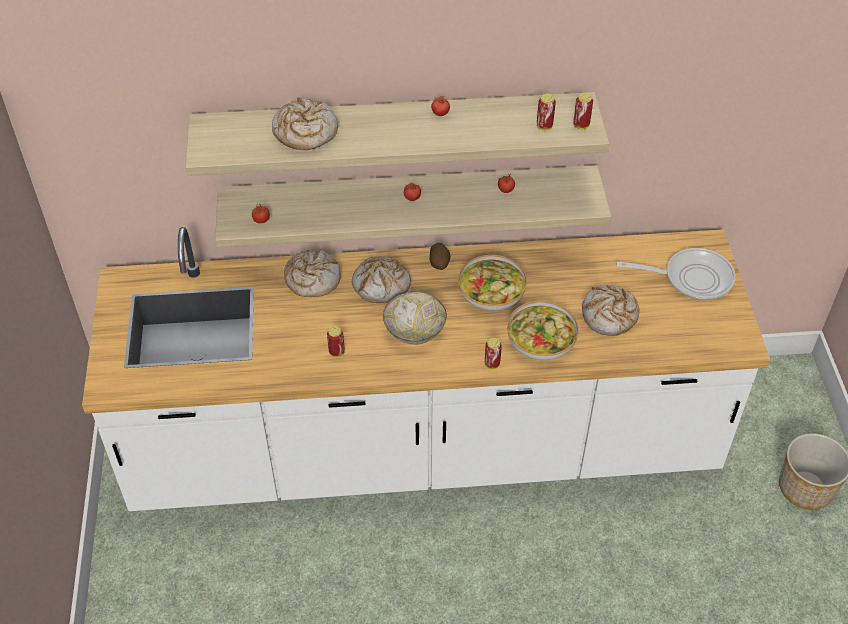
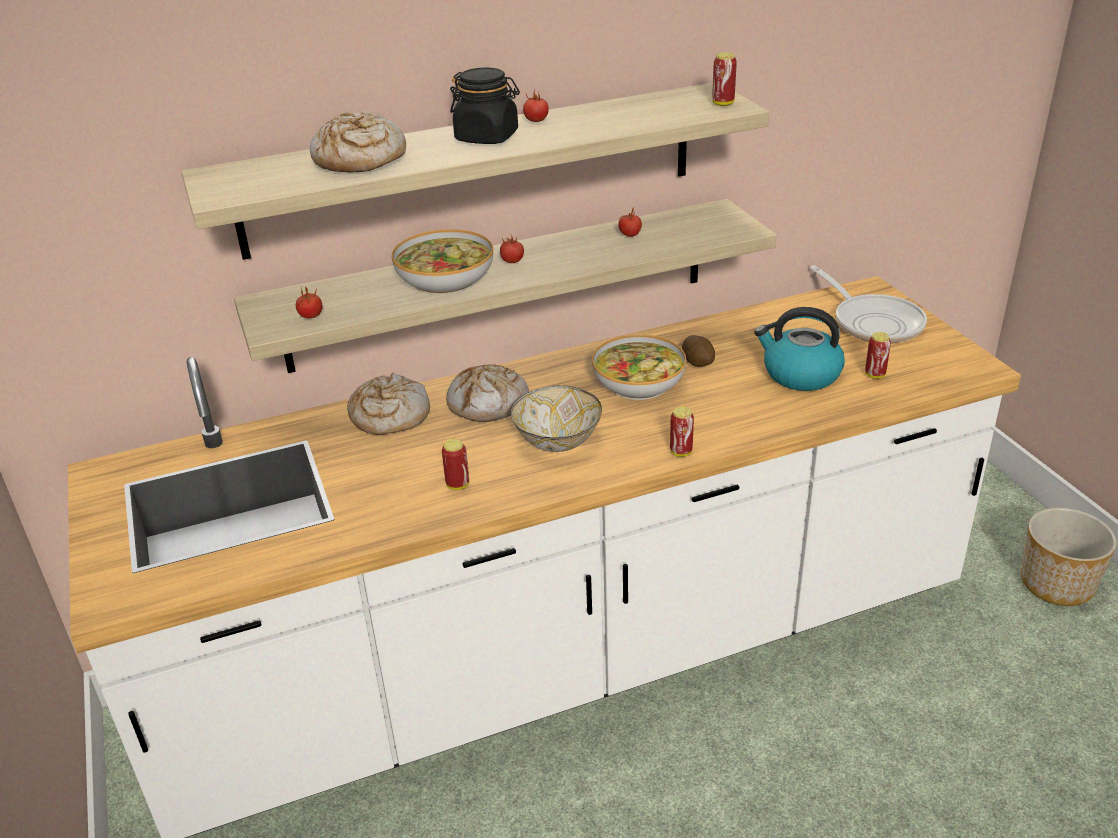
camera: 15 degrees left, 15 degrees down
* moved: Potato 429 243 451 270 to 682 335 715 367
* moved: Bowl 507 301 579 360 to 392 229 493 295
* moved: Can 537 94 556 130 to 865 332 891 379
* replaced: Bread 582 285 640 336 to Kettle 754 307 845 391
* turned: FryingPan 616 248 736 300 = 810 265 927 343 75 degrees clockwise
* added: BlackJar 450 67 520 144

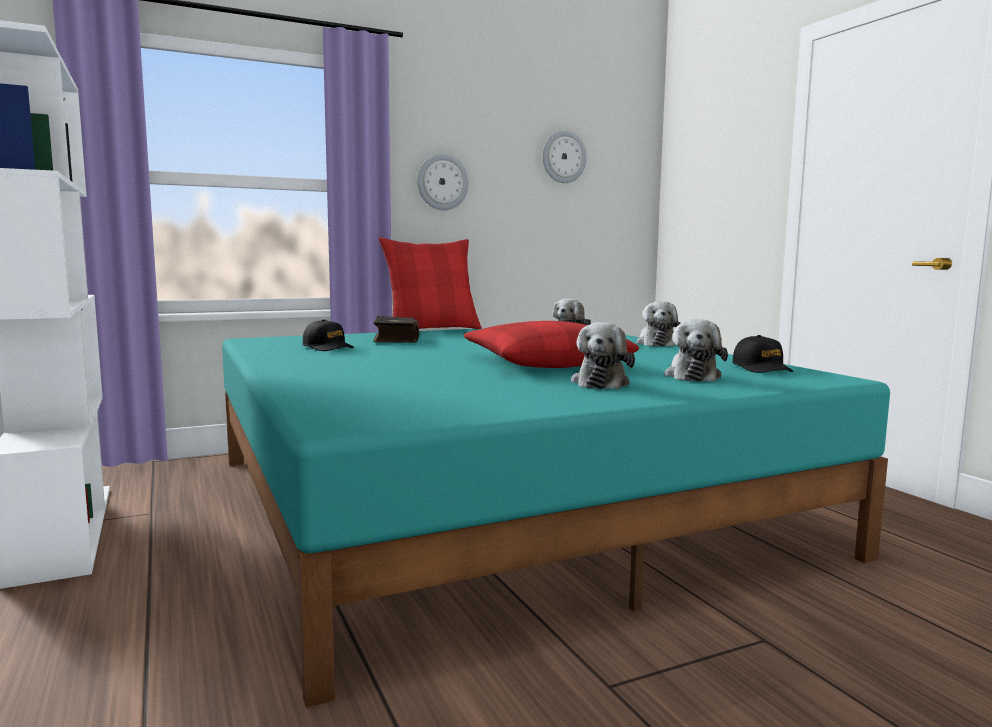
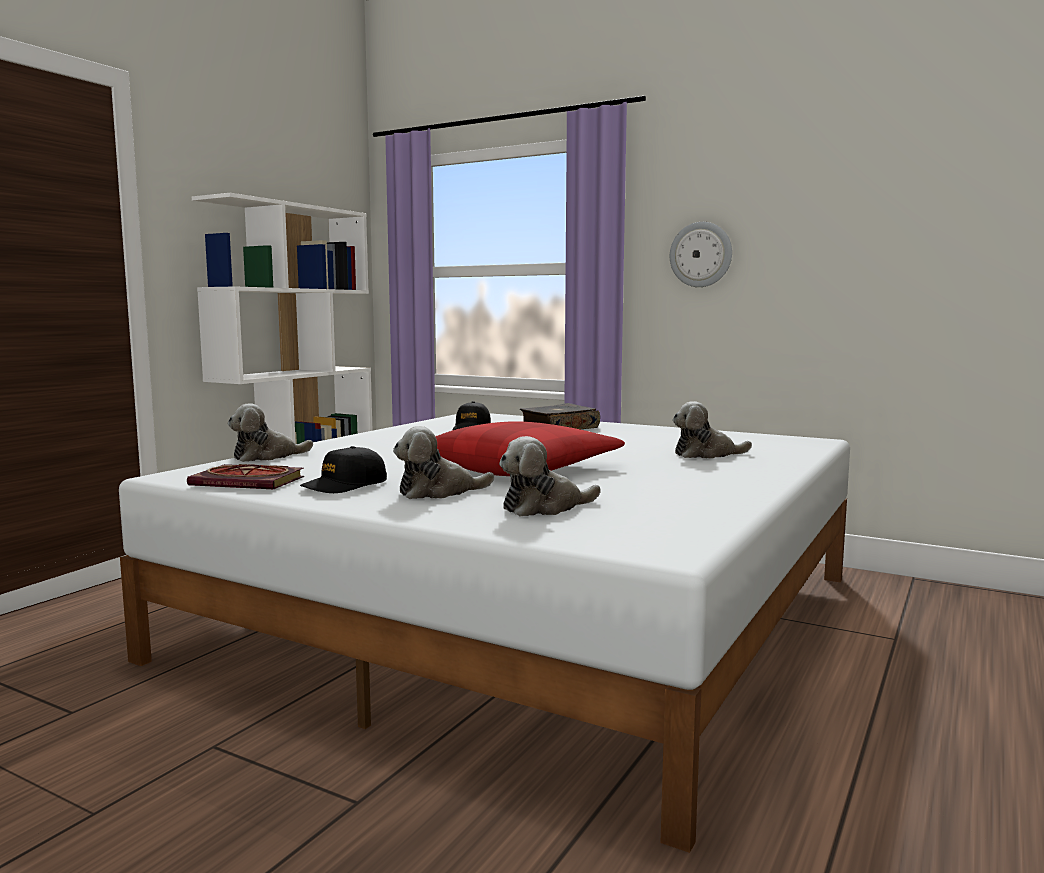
camera: 55 degrees right, 0 degrees up
* recoloured: TurquoiseBed 222 328 890 708 to WhiteBed 119 413 850 853
* removed: RedPillow 379 238 481 329
* removed: WallClock 542 131 587 183
* moved: PlushToy 636 301 681 347 to 228 403 313 462
* moved: BlackCap 732 335 793 373 to 300 446 387 493
* added: Book 187 464 304 490

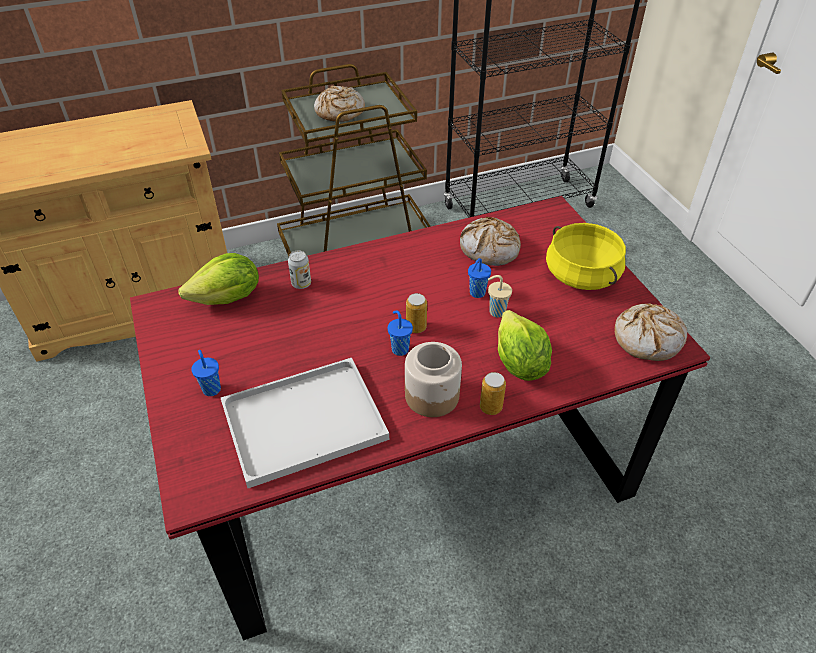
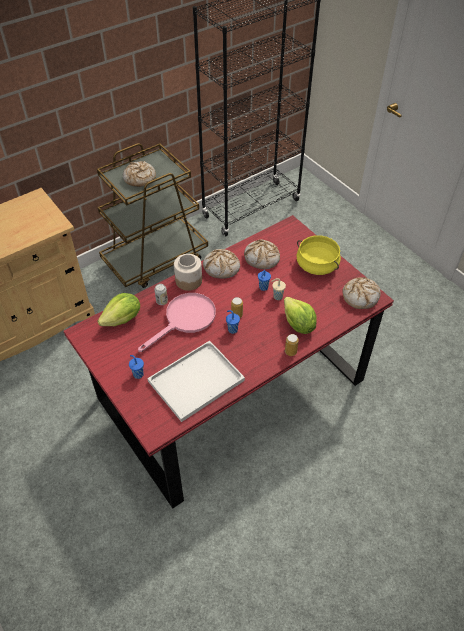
camera: 15 degrees left, 5 degrees up
* moved: Jar 405 342 462 417 to 174 254 202 291
* added: PinkFryingPan 138 293 216 352
* added: Bread 203 249 240 279

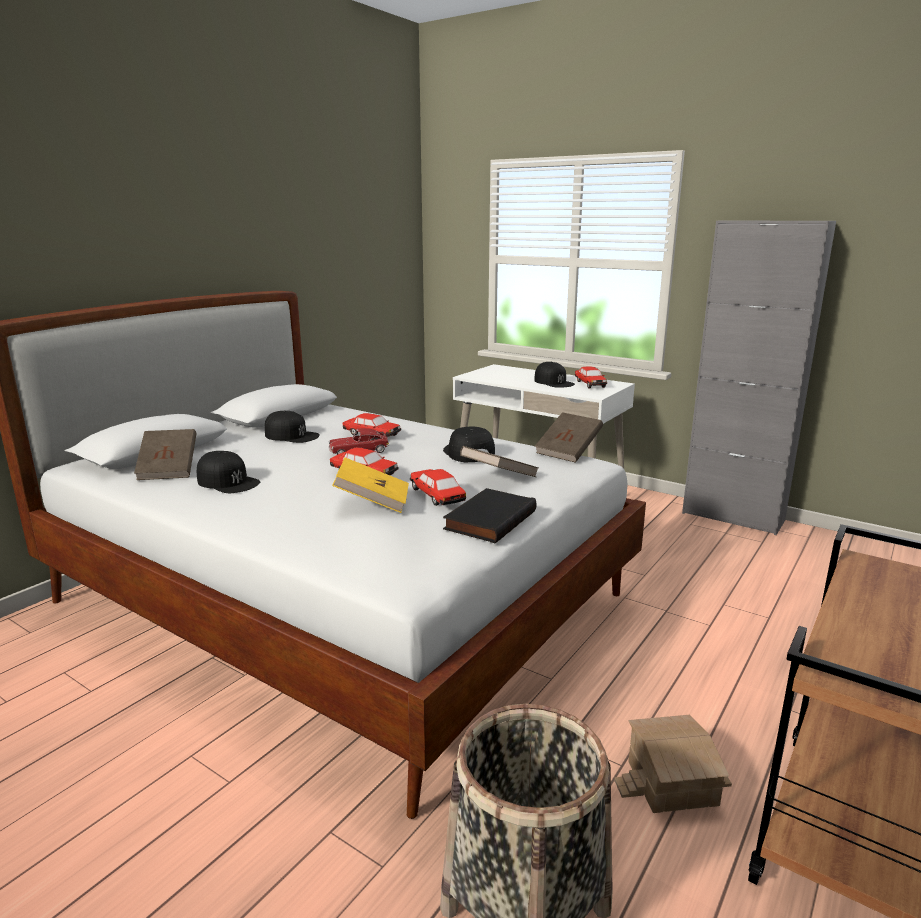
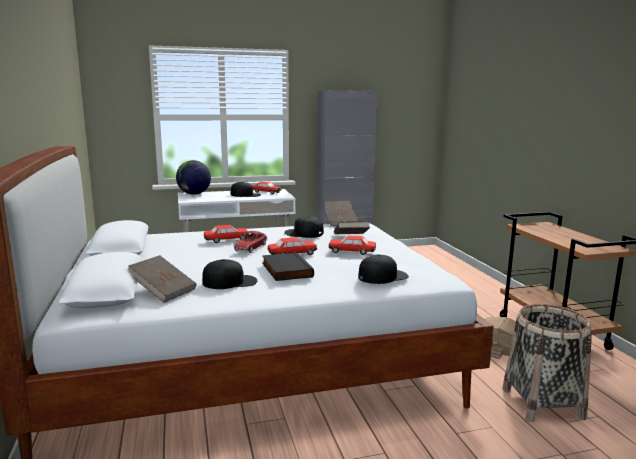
camera: 50 degrees left, 5 degrees down
* moved: BlackCap 265 411 320 443 to 358 255 409 284
* removed: YellowBook 332 457 409 513
* moved: BlackBook 443 488 537 543 to 262 252 314 281
* added: Globe 176 160 211 195

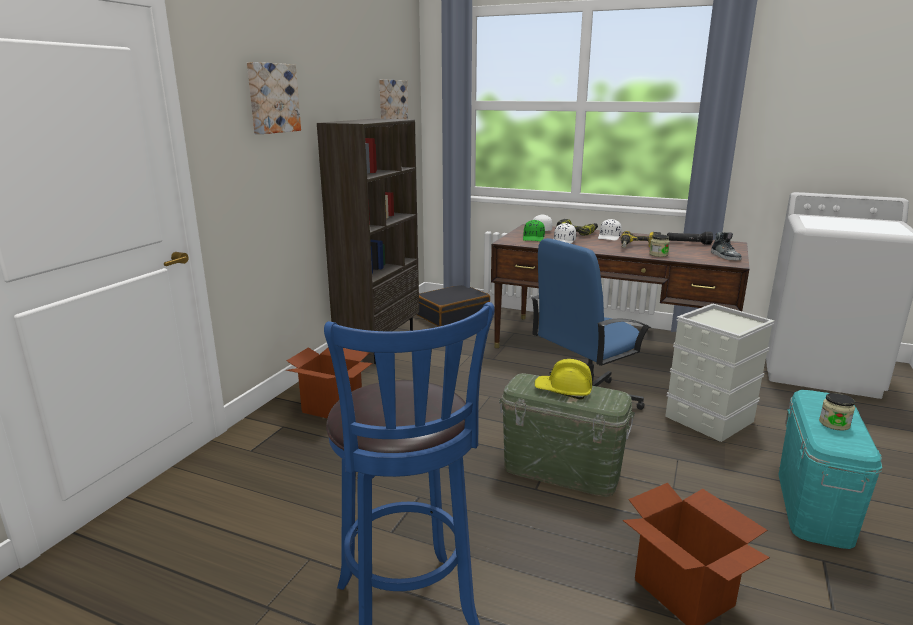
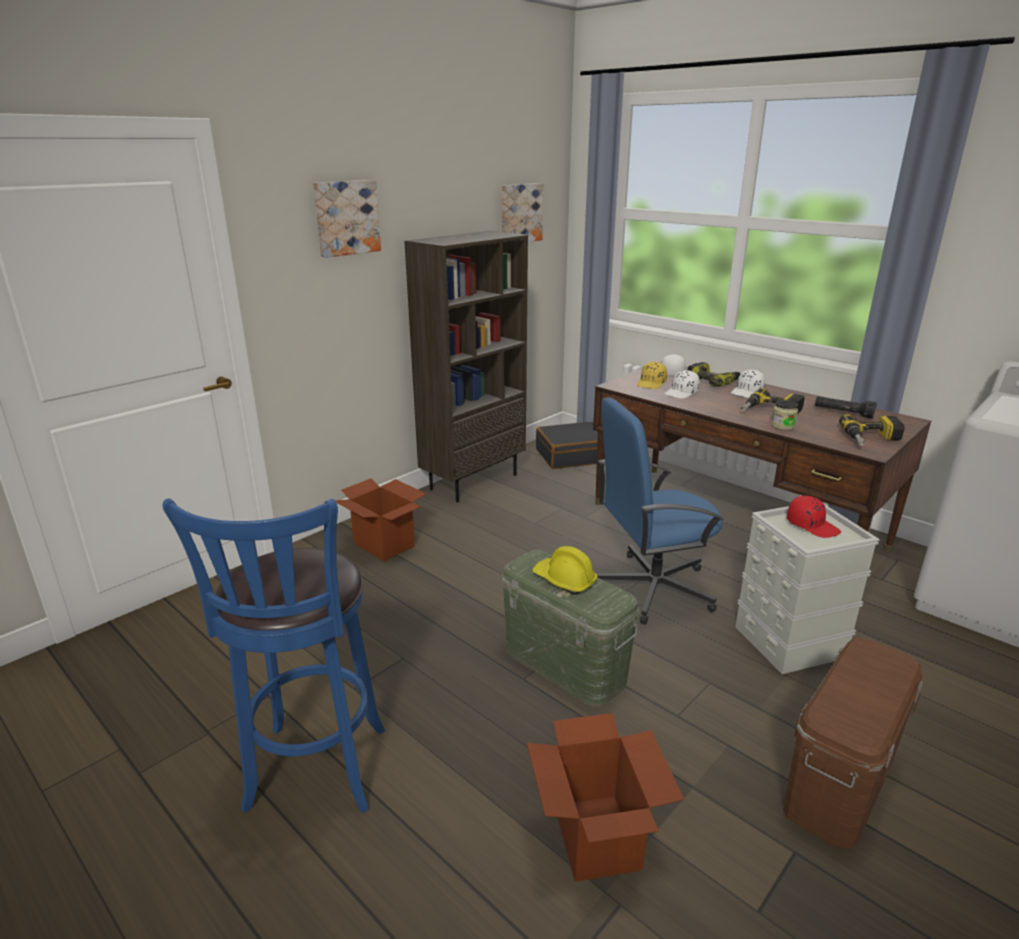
camera: 20 degrees right, 5 degrees up
* recoloured: GreenCap 523 220 545 241 to YellowCap 637 362 667 389
* replaced: Shoe 711 232 742 260 to PowerDrill 839 414 905 446
* recoloured: TurquoiseStorageBox 778 390 882 549 to BrownStorageBox 783 638 923 849
* removed: Jar 819 393 855 431
* added: RedCap 787 496 841 538

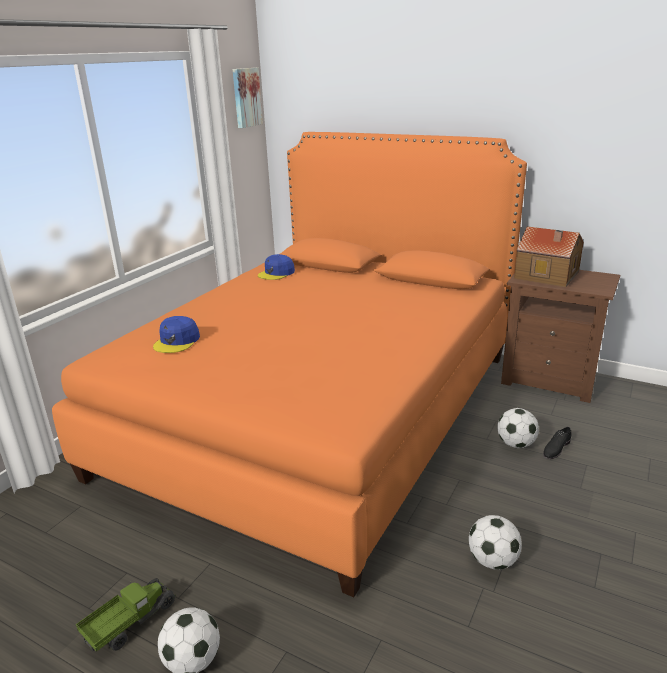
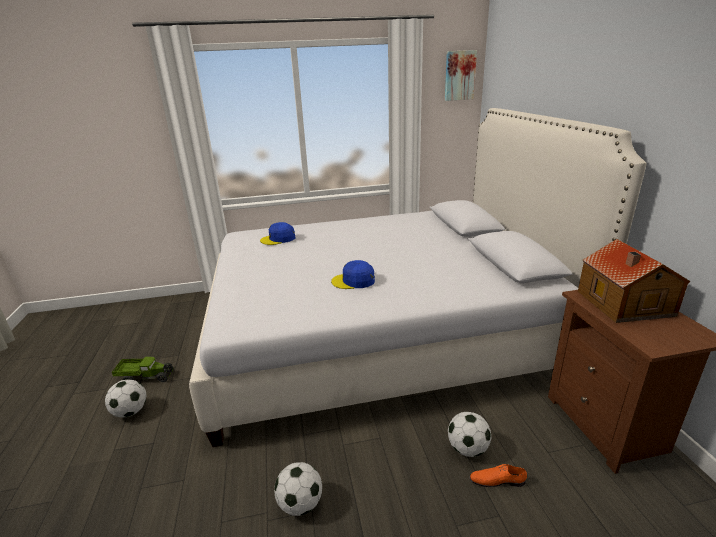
camera: 50 degrees right, 0 degrees up
* recoloured: OrangeBed 52 132 527 597 to WhiteBed 189 108 646 447
* moved: BlueCap 258 254 295 280 to 331 260 375 289
* recoloured: BlackShoe 543 427 571 459 to OrangeShoe 470 464 527 487

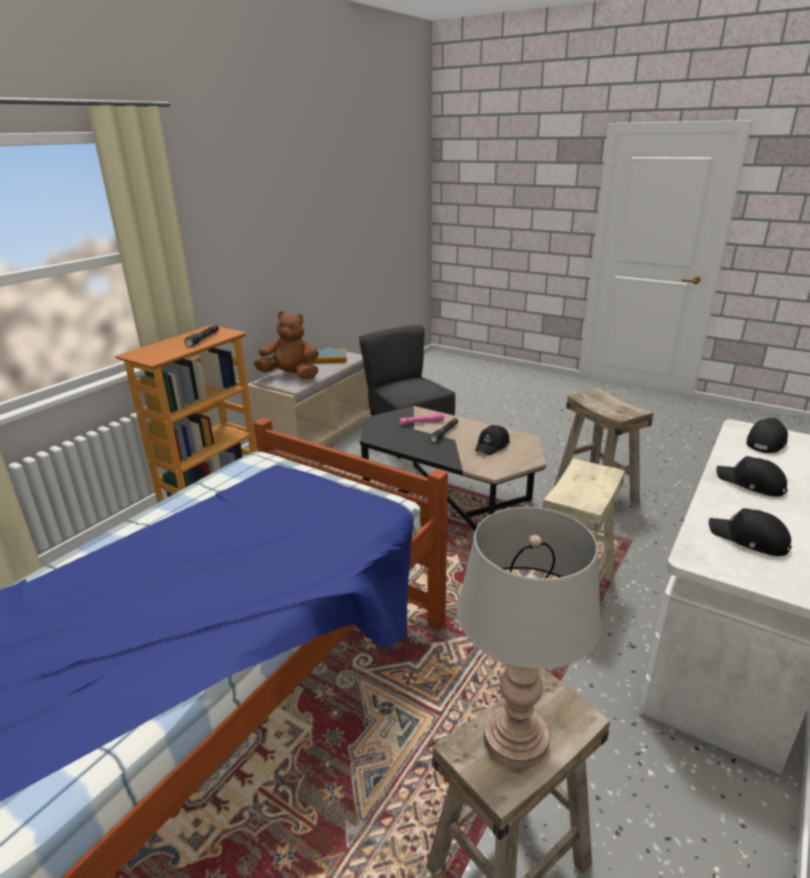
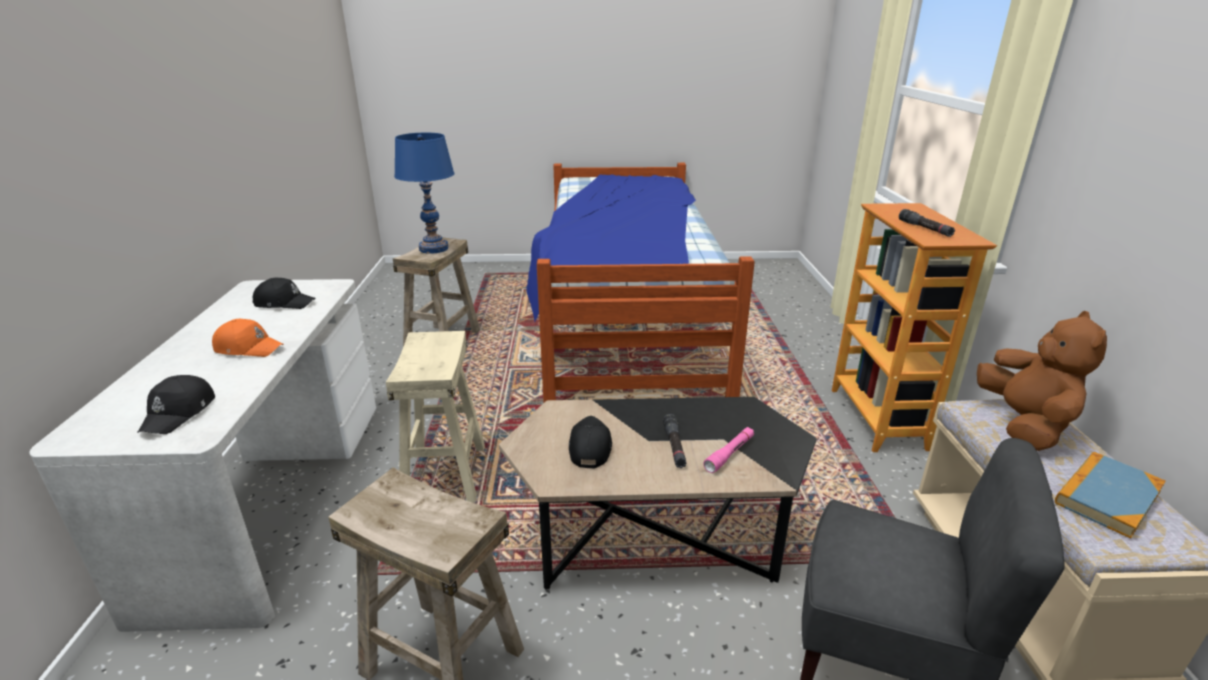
camera: 145 degrees right, 0 degrees up
* turned: BrownPlushToy 254 311 319 379 = 977 311 1107 451 60 degrees counterclockwise
* recoloured: GreyTableLamp 457 507 602 769 to BlueTableLamp 394 133 455 254
* recoloured: BlackCap 716 456 788 497 to OrangeCap 212 319 283 357

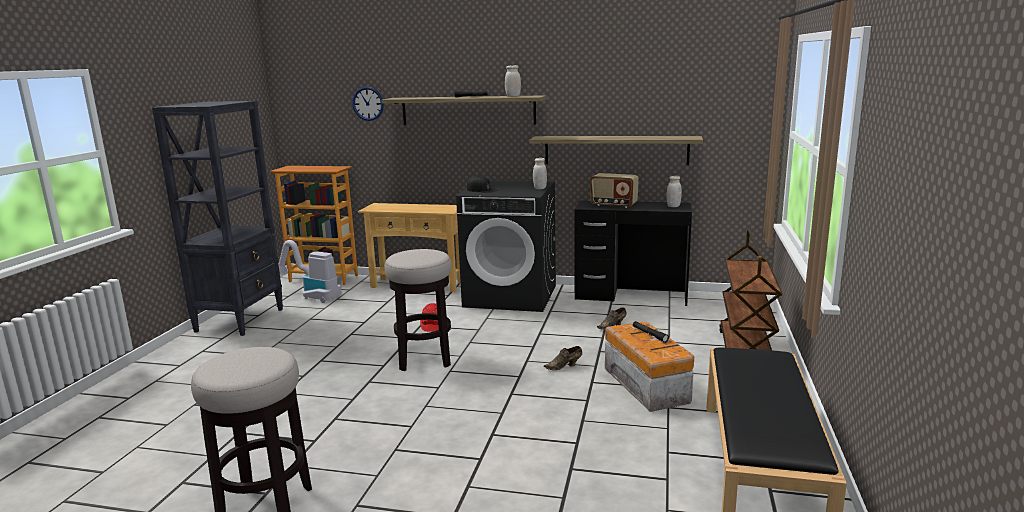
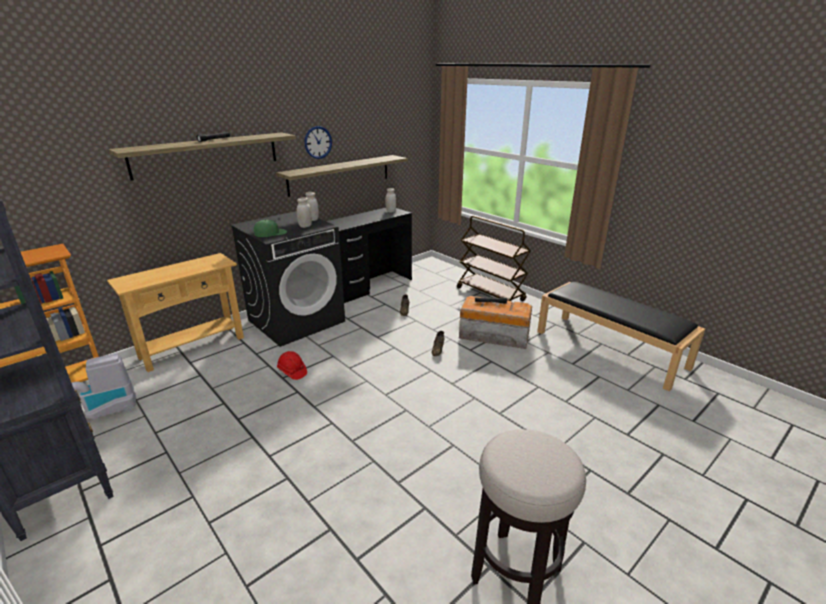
camera: 55 degrees left, 10 degrees up
* moved: WallClock 352 87 384 121 to 305 126 332 159
* removed: Stool 385 249 451 371
* recoloured: BlackCap 467 175 498 193 to GreenCap 254 220 287 237
* moved: WhiteJar 505 65 521 97 to 297 197 312 228
* removed: Radio 590 173 639 208

